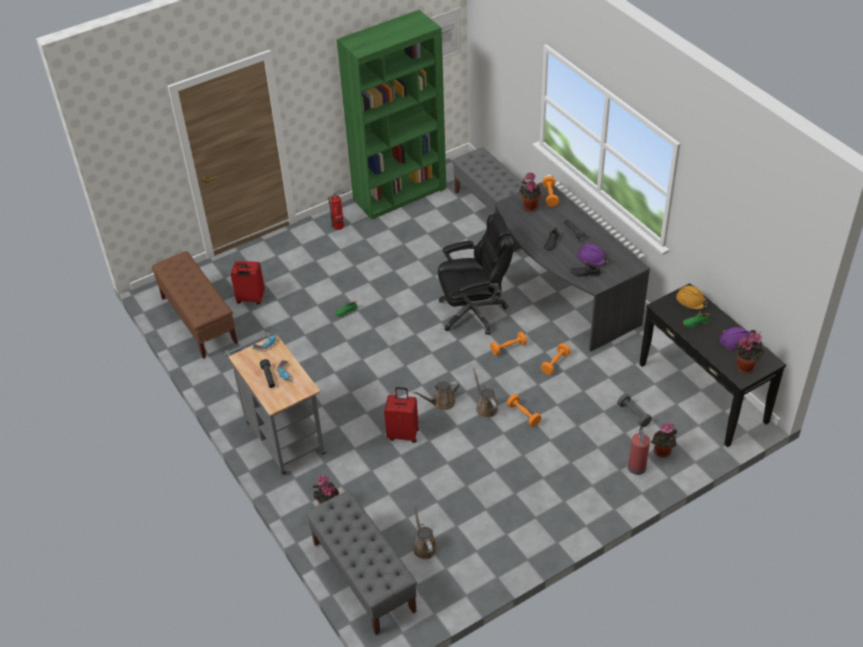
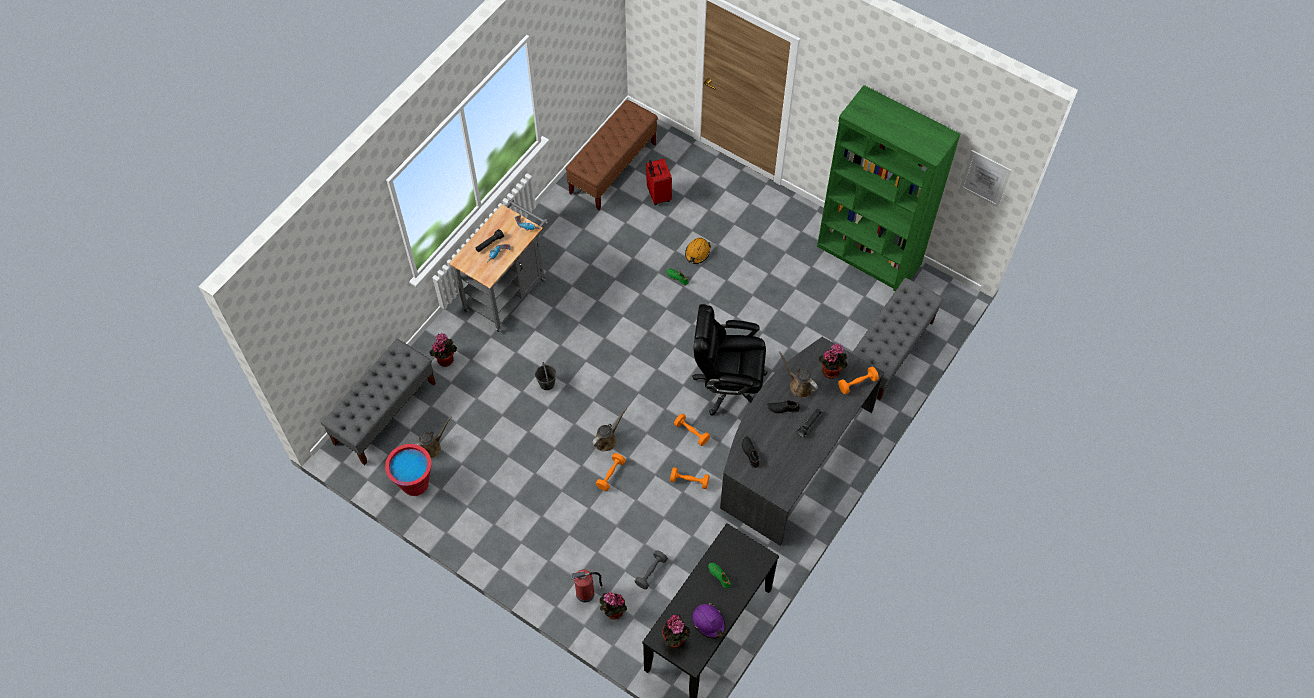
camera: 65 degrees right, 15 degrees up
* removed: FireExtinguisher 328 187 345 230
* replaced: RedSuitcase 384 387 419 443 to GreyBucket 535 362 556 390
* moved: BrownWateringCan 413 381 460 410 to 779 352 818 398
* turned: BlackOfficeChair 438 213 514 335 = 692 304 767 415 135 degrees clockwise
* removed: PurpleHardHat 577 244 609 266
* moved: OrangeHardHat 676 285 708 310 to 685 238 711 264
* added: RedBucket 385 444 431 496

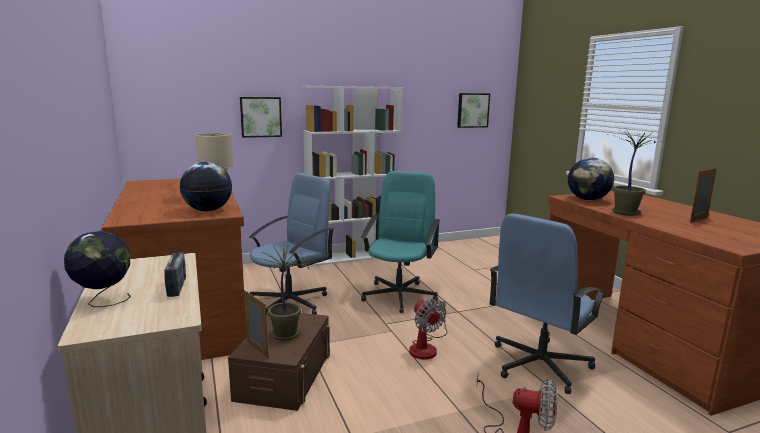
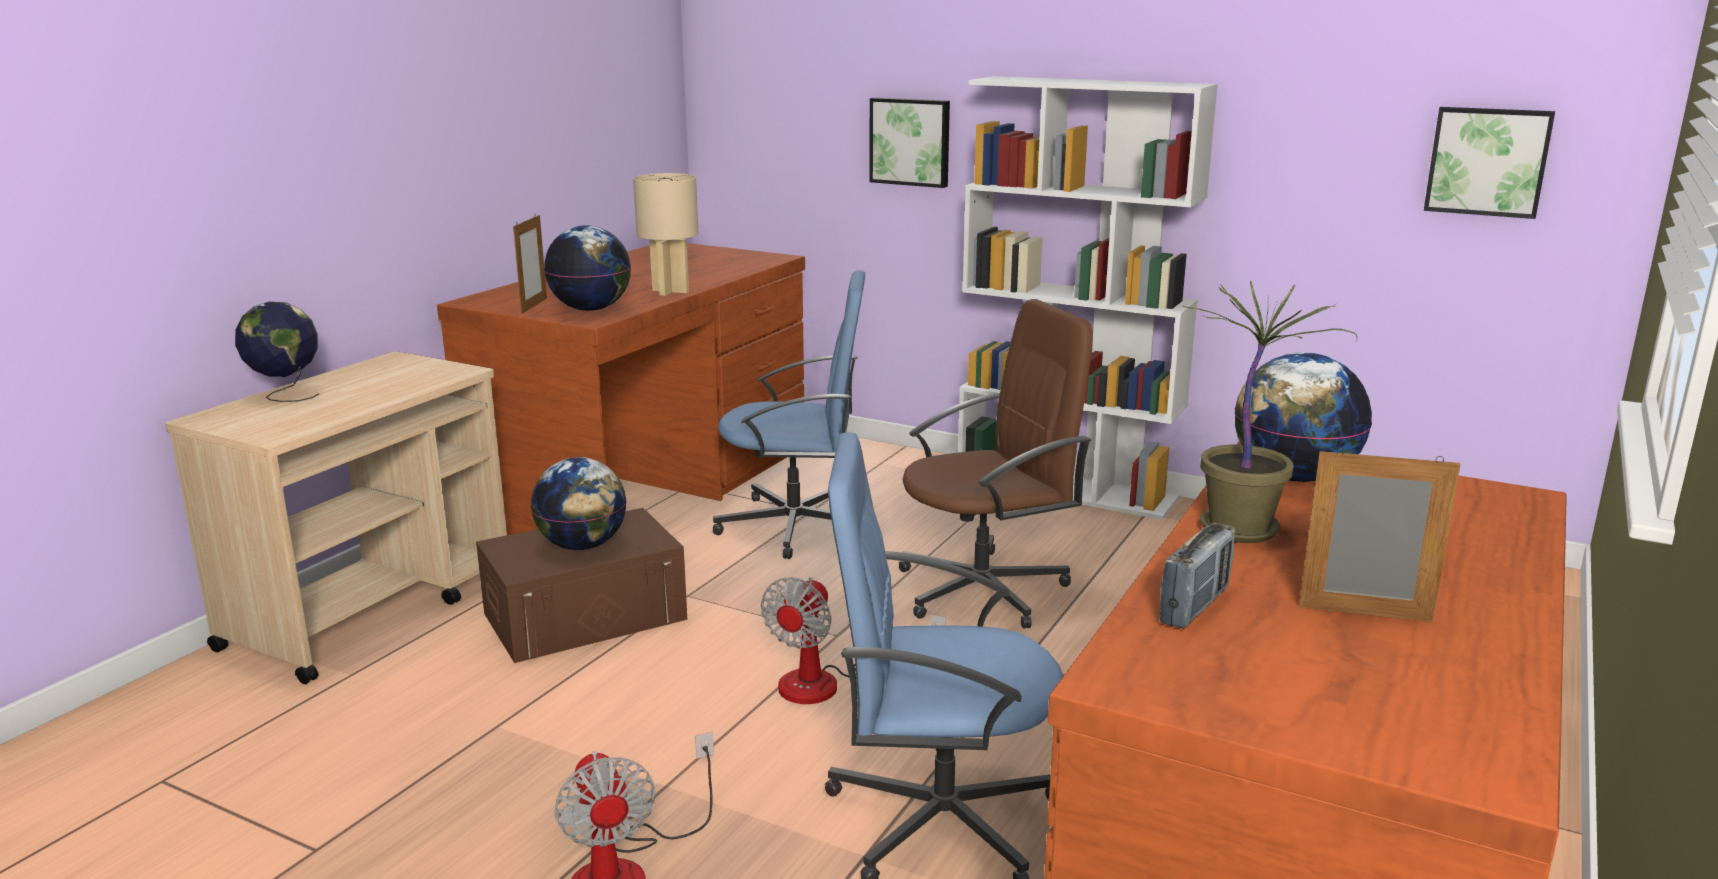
camera: 50 degrees right, 5 degrees up
* moved: Radio 164 252 186 297 to 1160 522 1235 629
* moved: PictureFrame 244 290 268 359 to 513 214 547 314
* replaced: PottedPlant 252 243 316 341 to Globe 531 457 627 550
* recoloured: TurquoiseOfficeChair 361 171 440 313 to BrownOfficeChair 899 299 1093 629

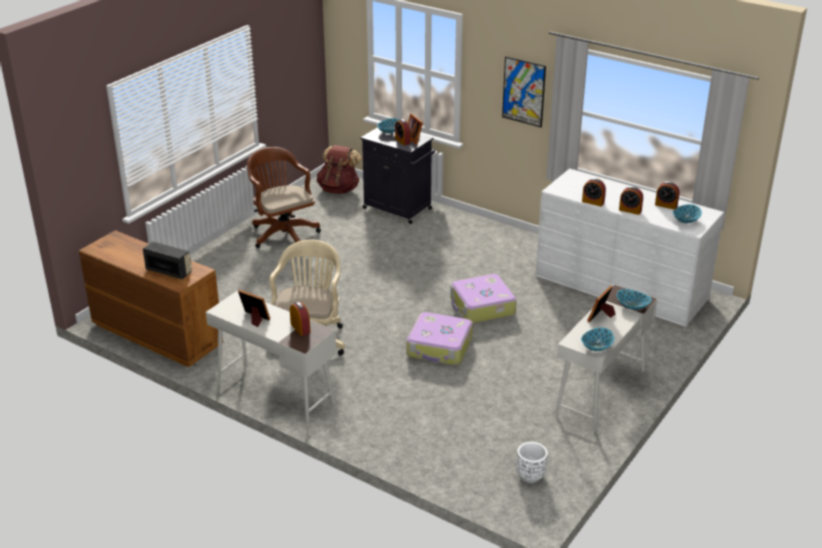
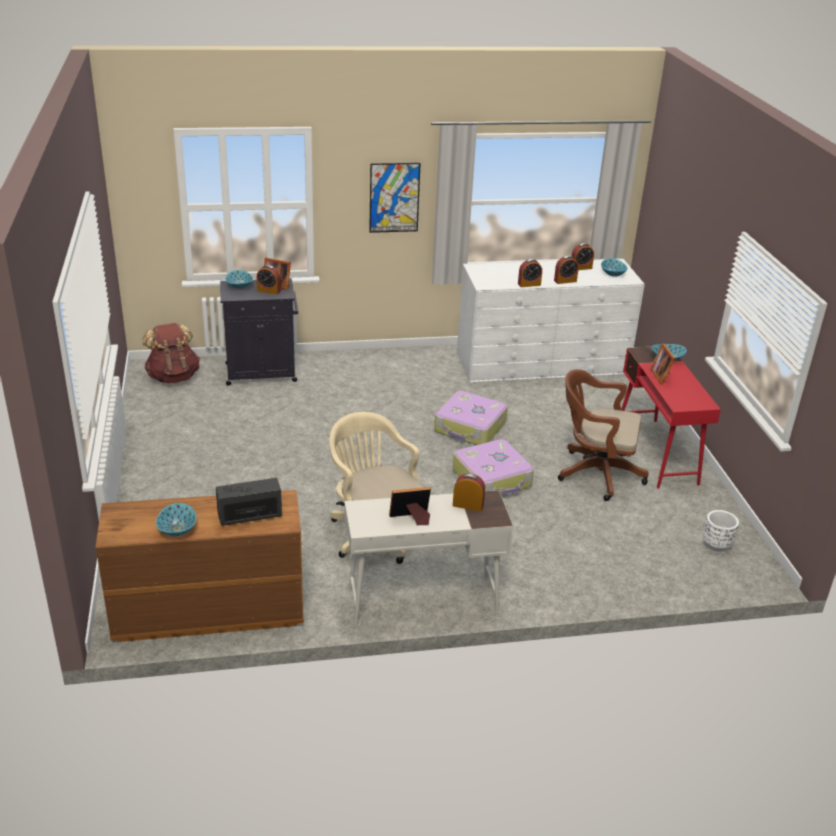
camera: 45 degrees left, 0 degrees up
* moved: BrownOfficeChair 247 147 321 248 to 558 369 649 501
* recoloured: WhiteDesk 555 285 657 432 to RedDesk 622 347 721 489
* moved: Bowl 581 328 614 351 to 156 503 196 536

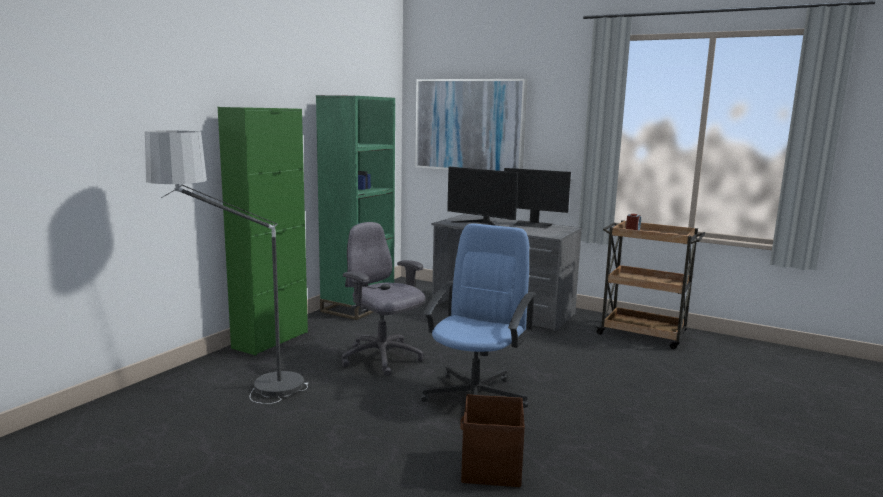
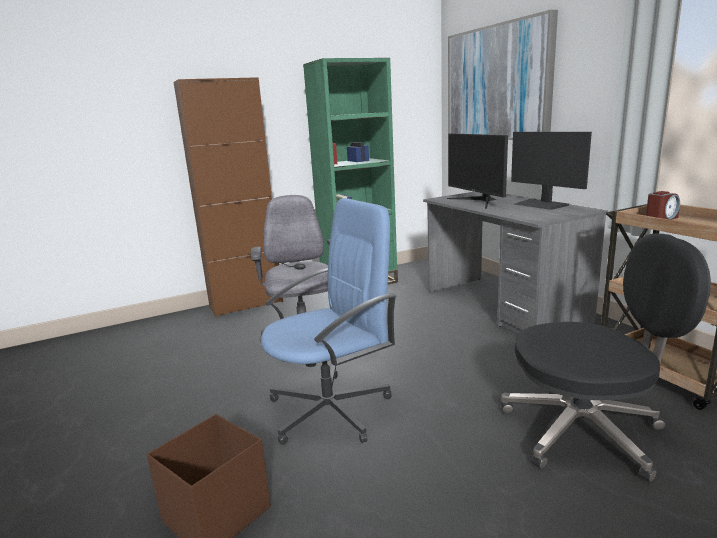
camera: 35 degrees right, 5 degrees up
* removed: FloorLamp 145 131 308 404
* recoloured: GreenCabinet 218 107 308 356 to BrownCabinet 174 77 283 317
* added: BlackOfficeChair 501 233 711 482

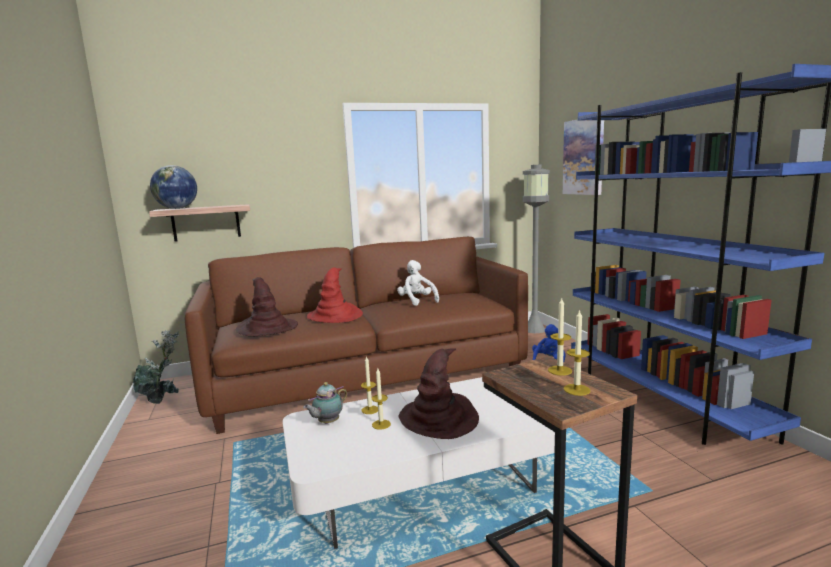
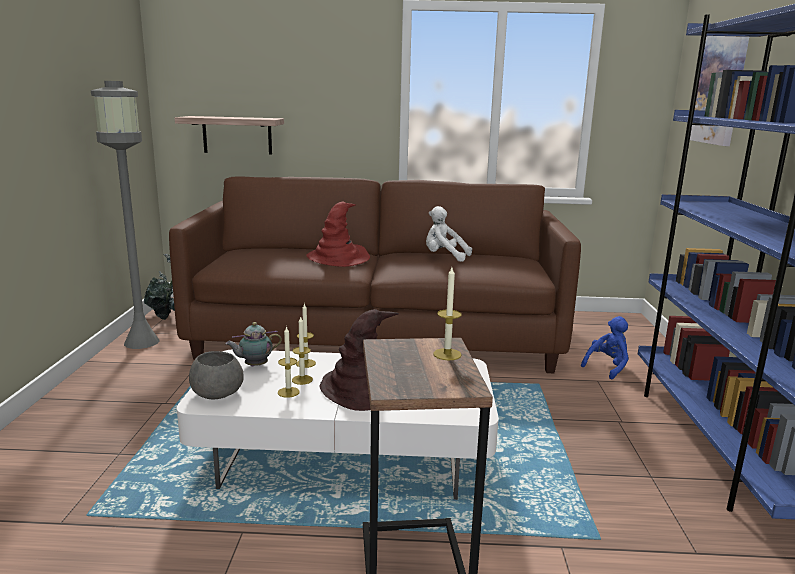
camera: 20 degrees right, 5 degrees up
* removed: Globe 150 165 197 209
* removed: BrownHat 235 277 298 336
* turned: WhitePlushToy 397 260 439 306 = 426 206 472 262 60 degrees counterclockwise
* moved: GreyFloorLamp 523 164 550 333 to 91 81 160 349
* moved: Candle 564 309 590 396 to 278 326 300 398
* added: GreyBowl 189 351 244 399

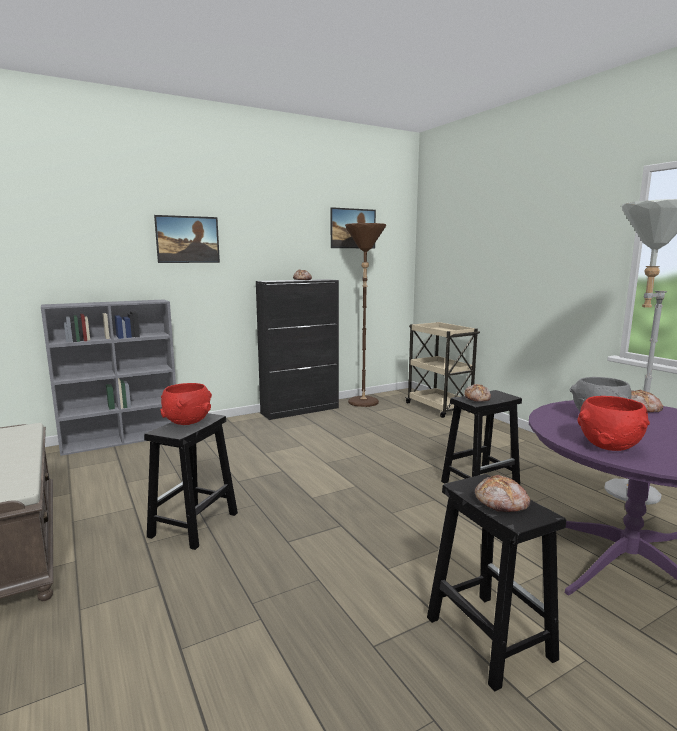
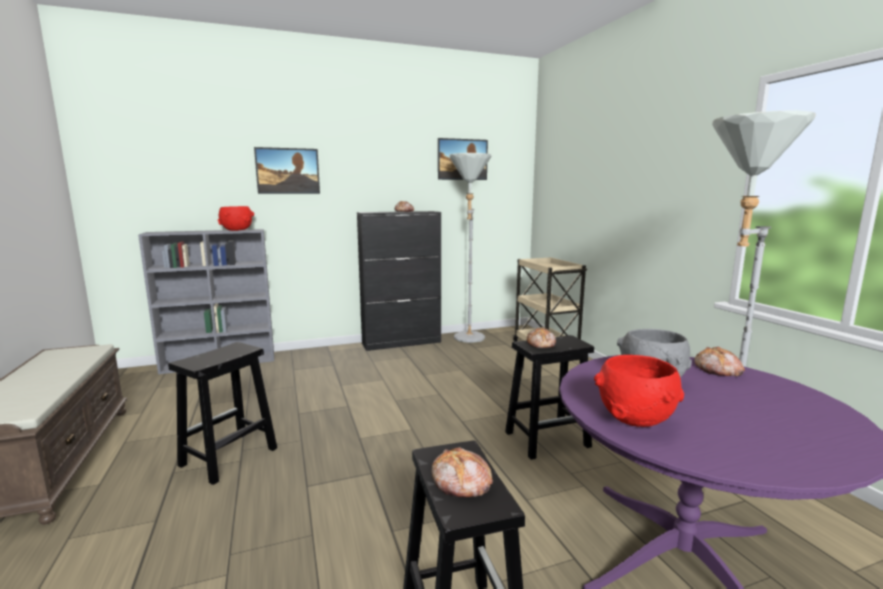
camera: 10 degrees right, 0 degrees up
* moved: RedBowl 160 383 212 425 to 218 206 254 231
* recoloured: BrownFloorLamp 345 223 386 407 to GreyFloorLamp 449 153 491 343

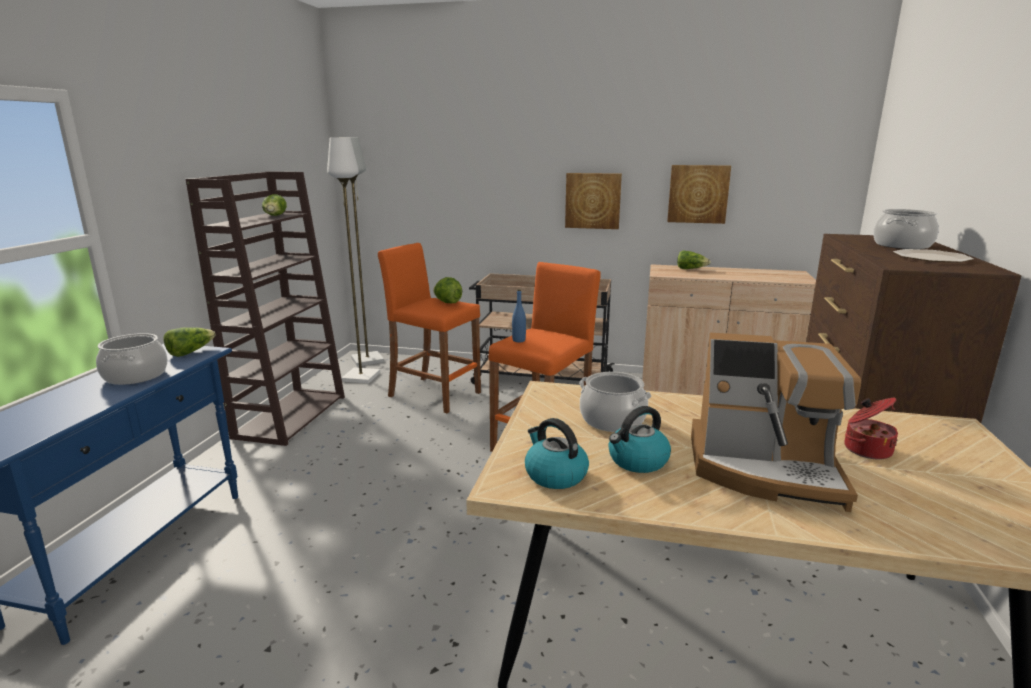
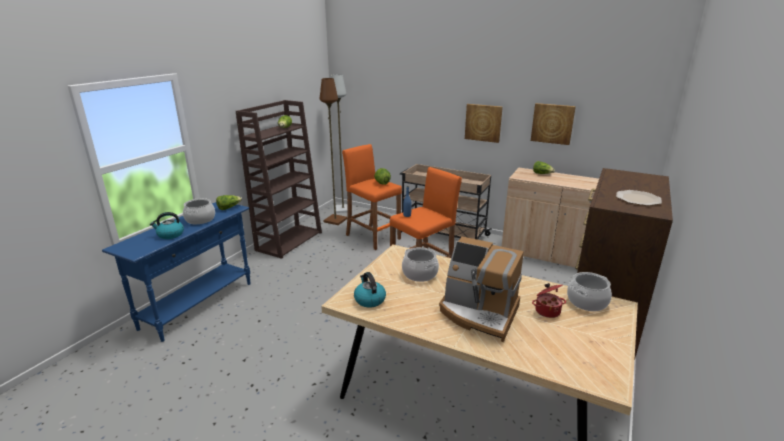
camera: 15 degrees right, 5 degrees up
* recoloured: WhiteFloorLamp 327 137 380 384 to BrownFloorLamp 320 78 347 225
* moved: Kettle 608 406 671 473 to 150 212 184 239
* moved: CookingPot 873 209 939 249 to 567 272 612 311

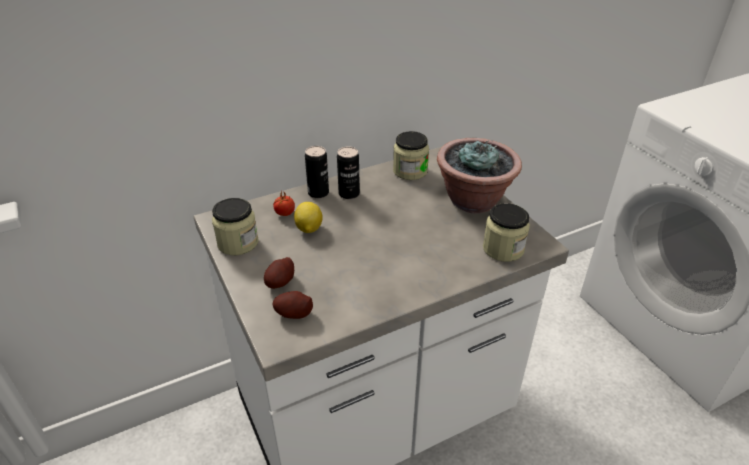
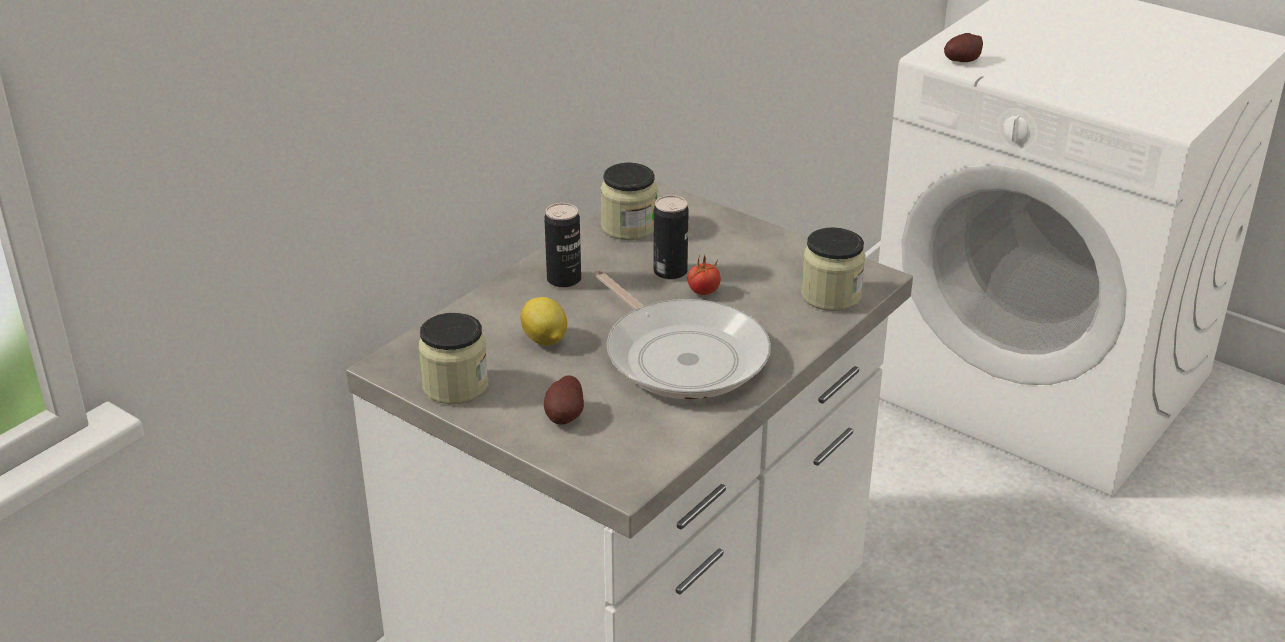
camera: 25 degrees left, 5 degrees down
* moved: Potato 272 291 313 319 to 944 33 983 62
* moved: Tomato 273 191 295 216 to 688 254 721 295
* moved: Can 305 146 329 198 to 653 195 689 280
* removed: PottedPlant 437 138 522 213
* added: FryingPan 593 269 771 399

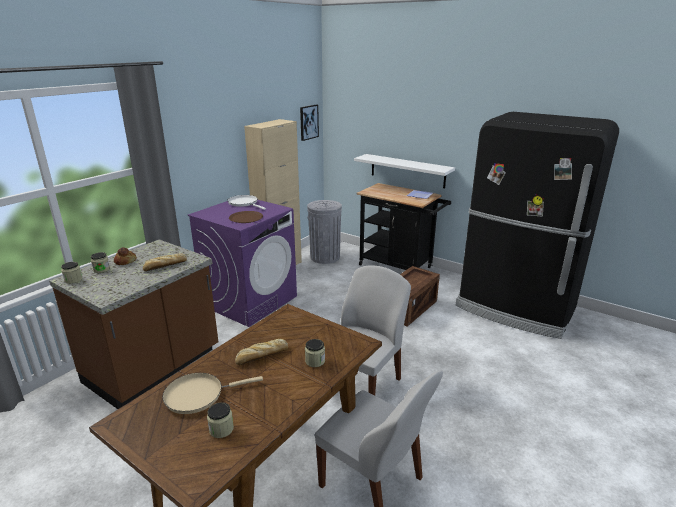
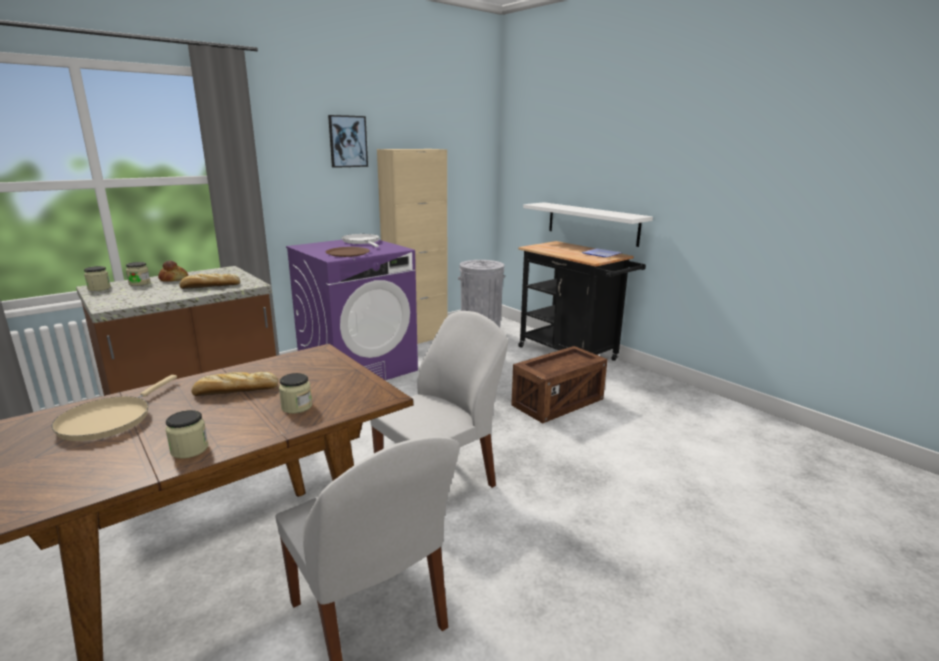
camera: 15 degrees right, 5 degrees down
* turned: BeigeFryingPan 163 373 263 414 = 51 375 177 441 75 degrees counterclockwise
* moved: Jar 207 402 234 438 to 165 410 208 459
* moved: Picture 300 105 319 141 to 328 115 368 168
* removed: BlackFridge 456 112 619 339

